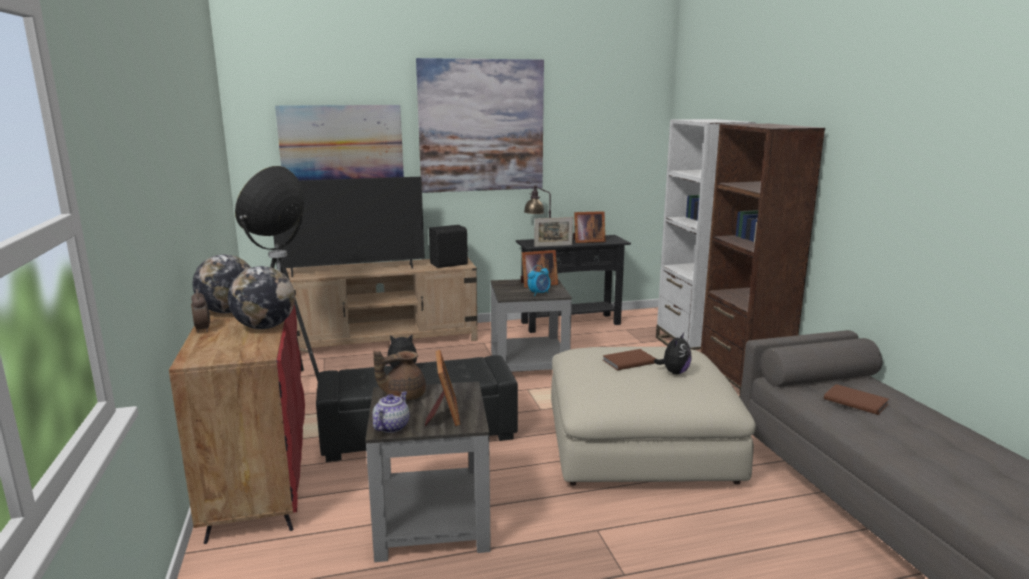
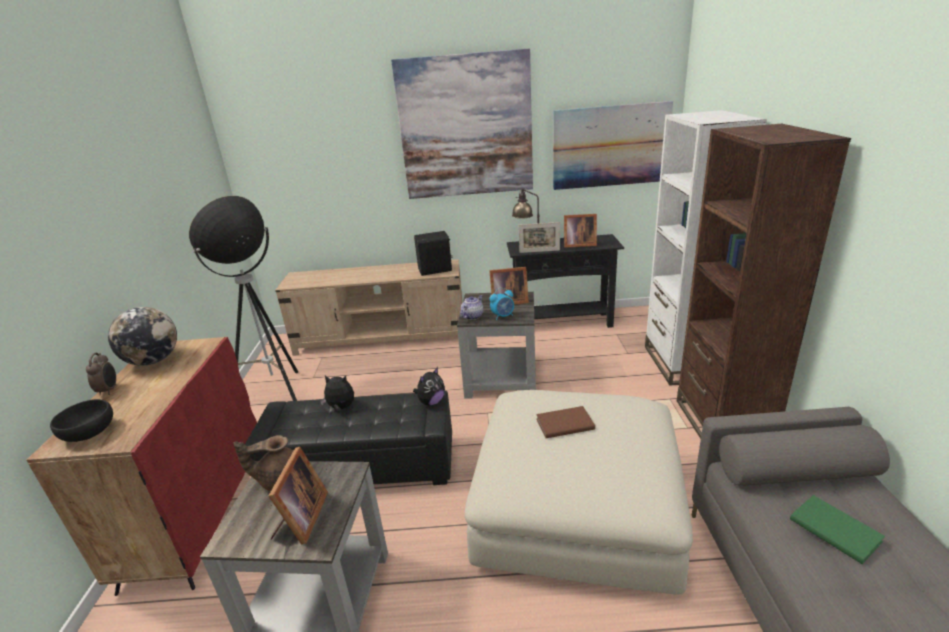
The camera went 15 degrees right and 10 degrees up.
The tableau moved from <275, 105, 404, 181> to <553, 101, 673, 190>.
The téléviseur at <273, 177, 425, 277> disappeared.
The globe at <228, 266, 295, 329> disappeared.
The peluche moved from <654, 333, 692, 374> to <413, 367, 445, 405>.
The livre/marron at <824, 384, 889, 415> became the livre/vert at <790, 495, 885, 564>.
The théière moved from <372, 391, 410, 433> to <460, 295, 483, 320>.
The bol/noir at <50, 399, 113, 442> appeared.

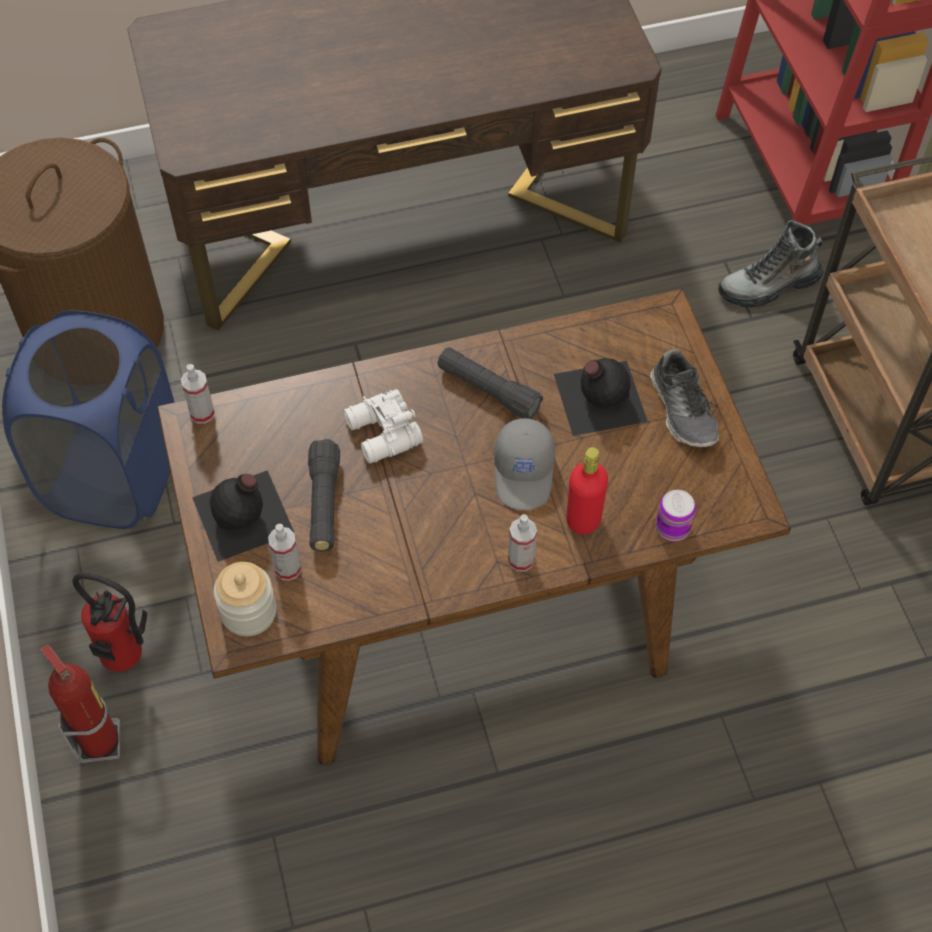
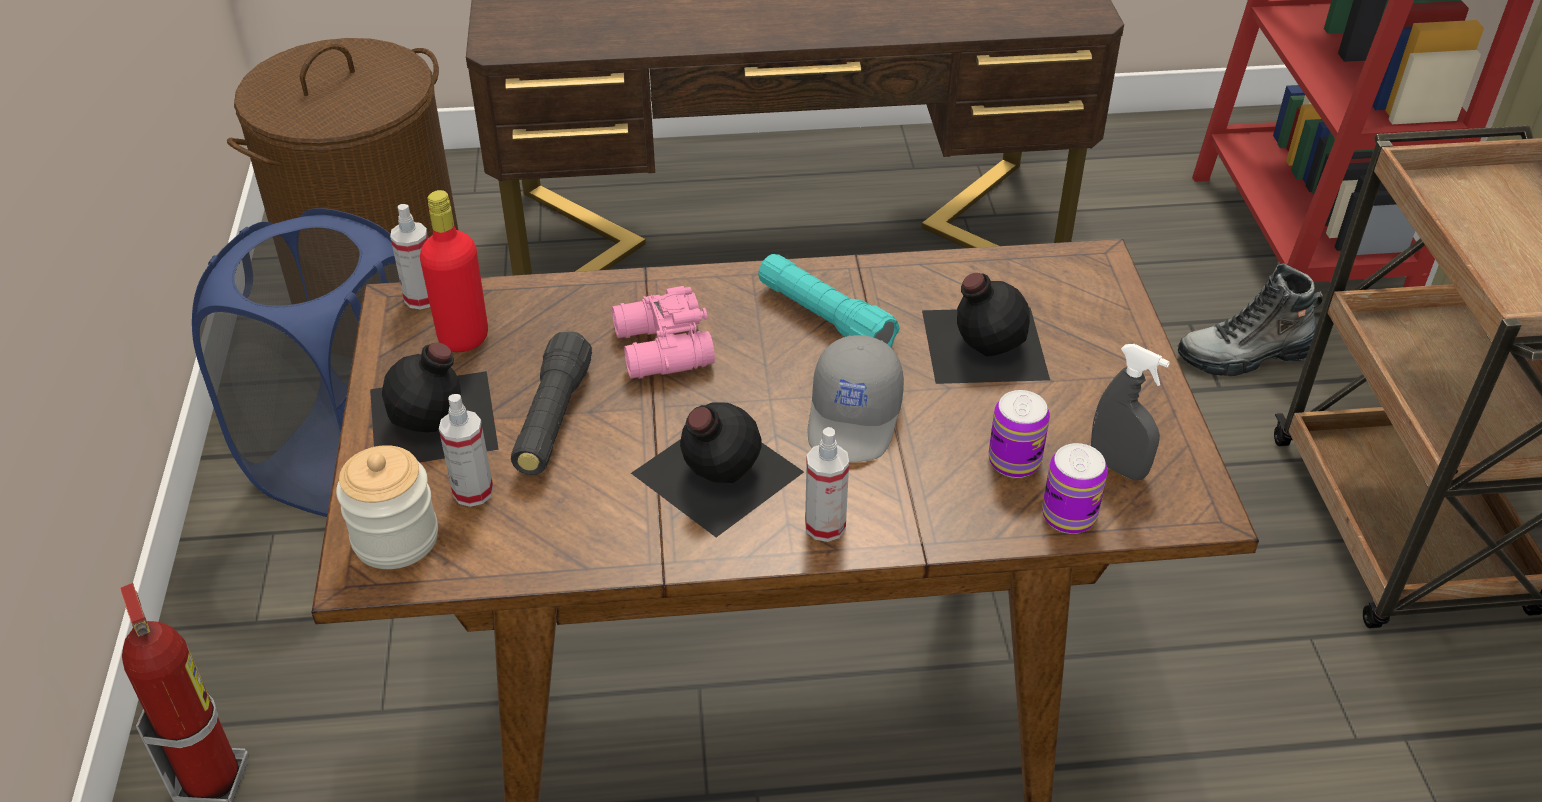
The camera went 10 degrees right and 15 degrees down.
The lampe de poche/noir at <438, 348, 543, 419> became the lampe de poche/turquoise at <758, 254, 900, 347>.
The chaussure at <650, 349, 719, 447> disappeared.
The jumelles/blanc at <343, 389, 423, 464> became the jumelles/rose at <612, 286, 715, 379>.
The bouteille/rouge moved from <566, 447, 608, 534> to <420, 190, 488, 352>.
The extincteur at <72, 573, 147, 672> disappeared.
The vaporisateur/gris at <1091, 344, 1170, 480> appeared.
The boîte métallique at <989, 390, 1050, 478> appeared.
The bouteille/noir at <631, 403, 804, 537> appeared.

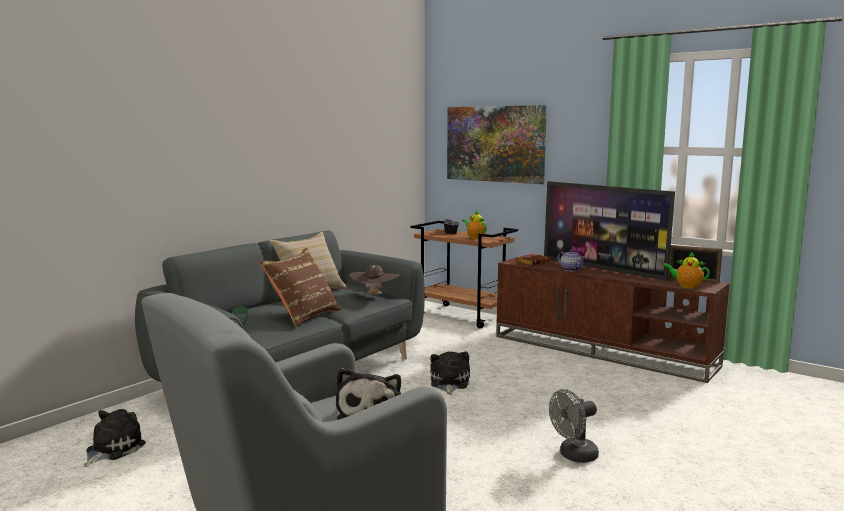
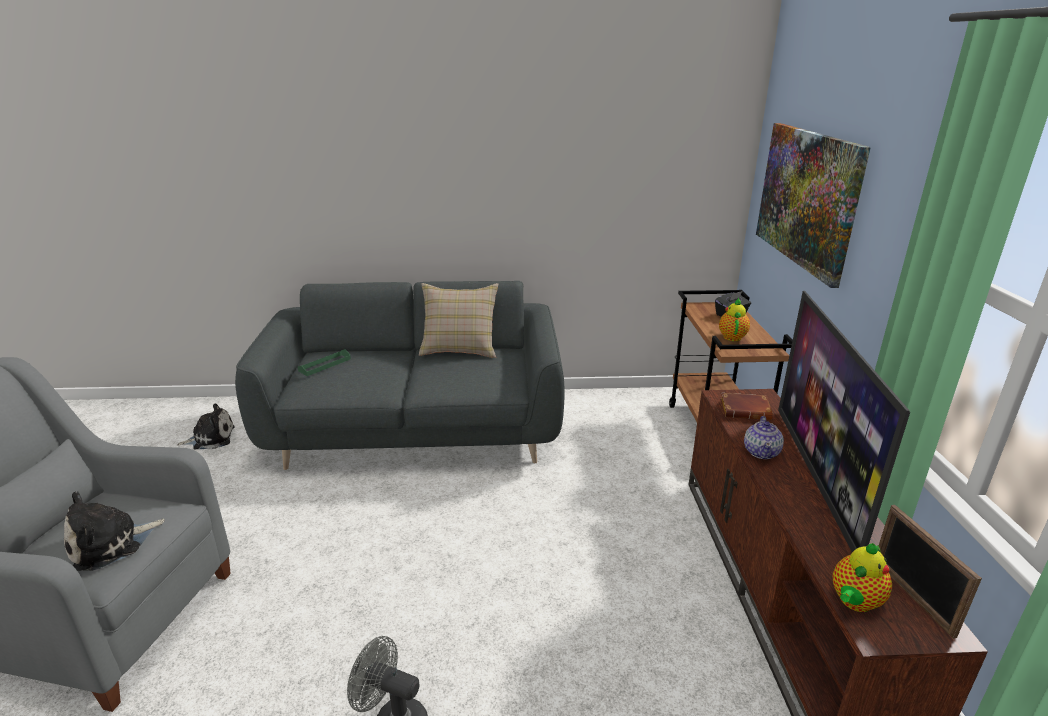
The camera went 50 degrees right and 15 degrees up.
The coussin/marron at <259, 248, 341, 327> disappeared.
The théière at <663, 252, 710, 289> turned 120 degrees counterclockwise.
The chapeau/marron at <350, 265, 400, 294> disappeared.
The peluche at <430, 352, 470, 395> disappeared.

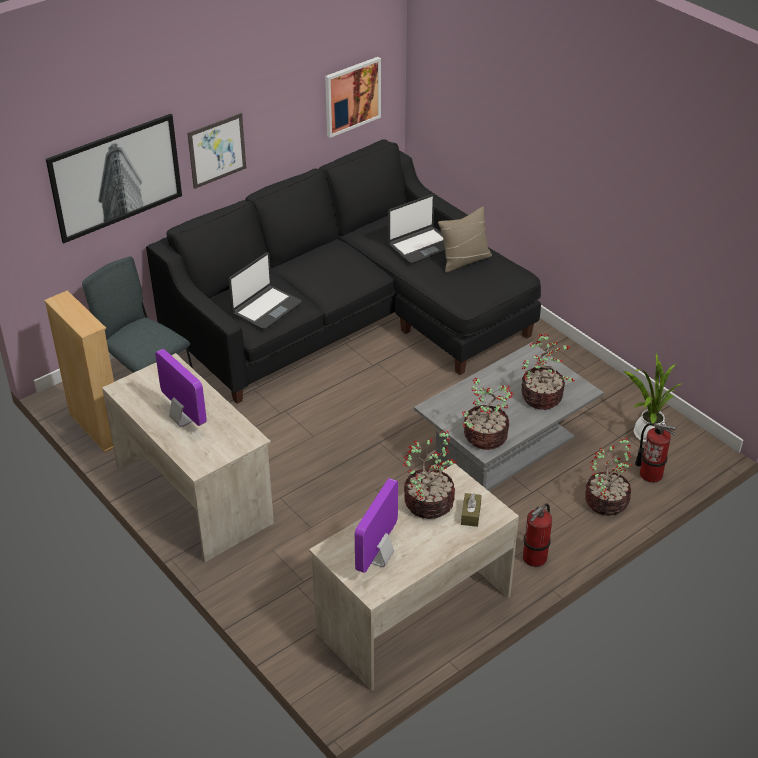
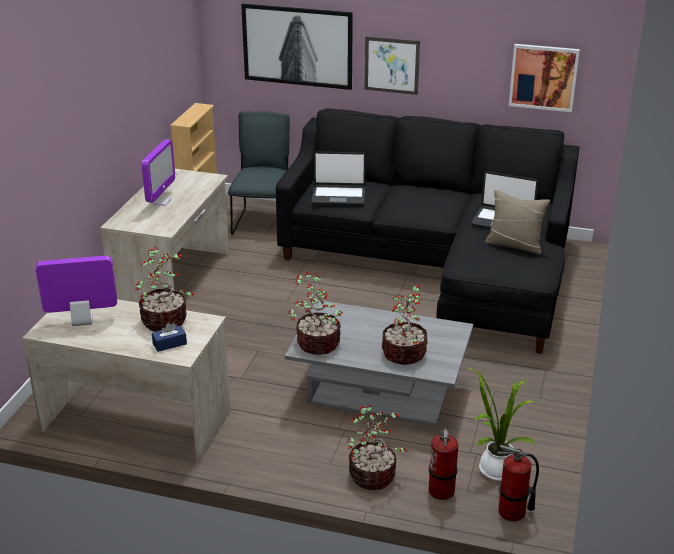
The camera went 55 degrees right and 10 degrees down.
The boîte à mouchoirs/marron at <461, 493, 482, 527> became the boîte à mouchoirs/bleu at <152, 323, 187, 352>.
The extincteur moved from <523, 504, 552, 567> to <498, 444, 539, 521>.

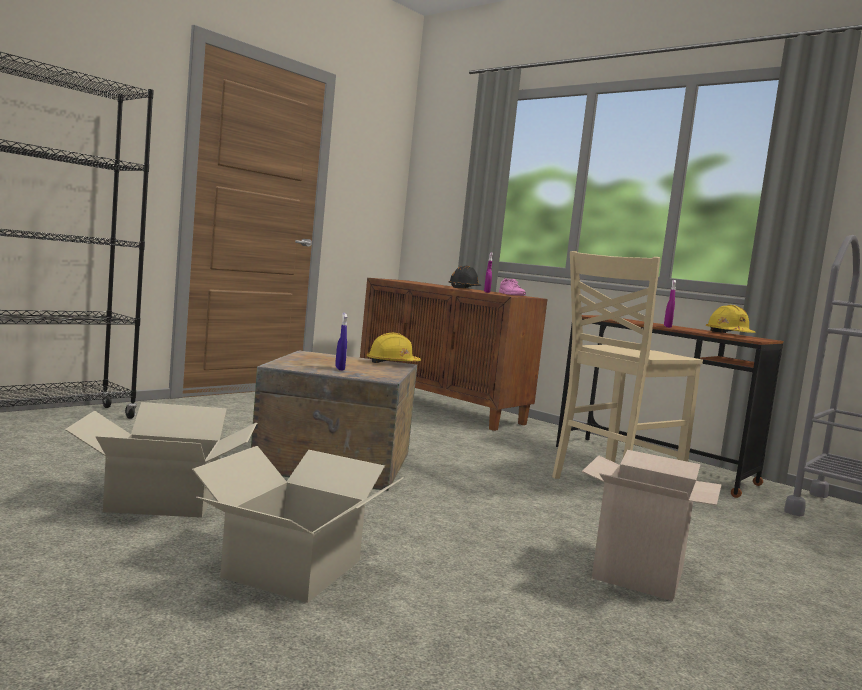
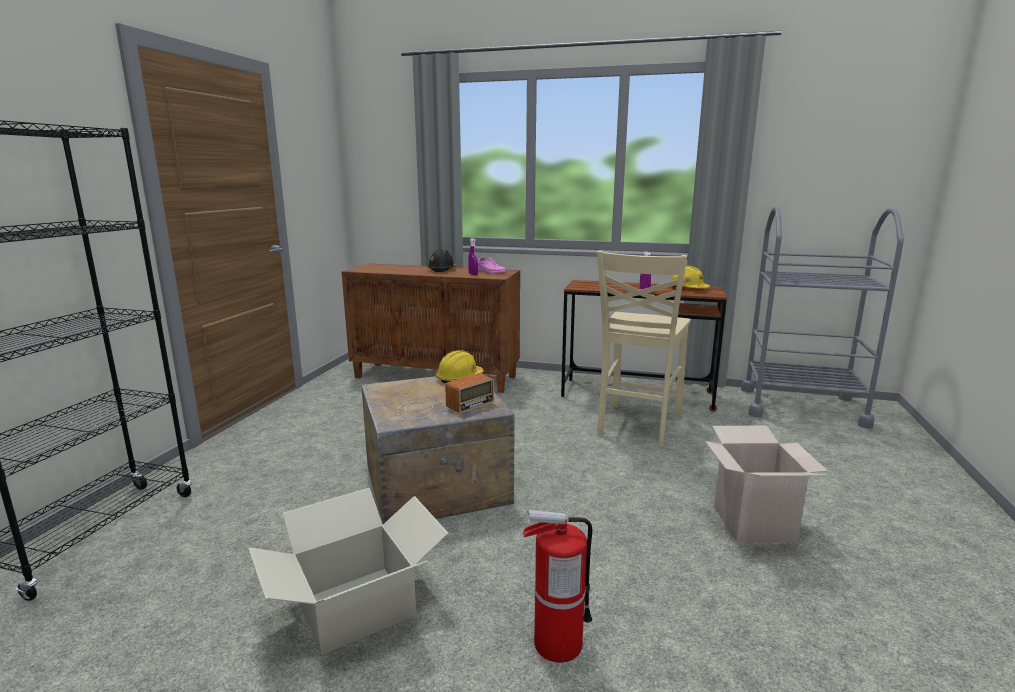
The camera went 25 degrees left and 10 degrees up.
The vaporisateur/bleu at <335, 313, 347, 371> was replaced by the radio at <397, 373, 494, 419>.
The carton at <192, 446, 404, 603> was replaced by the extincteur at <523, 510, 592, 663>.

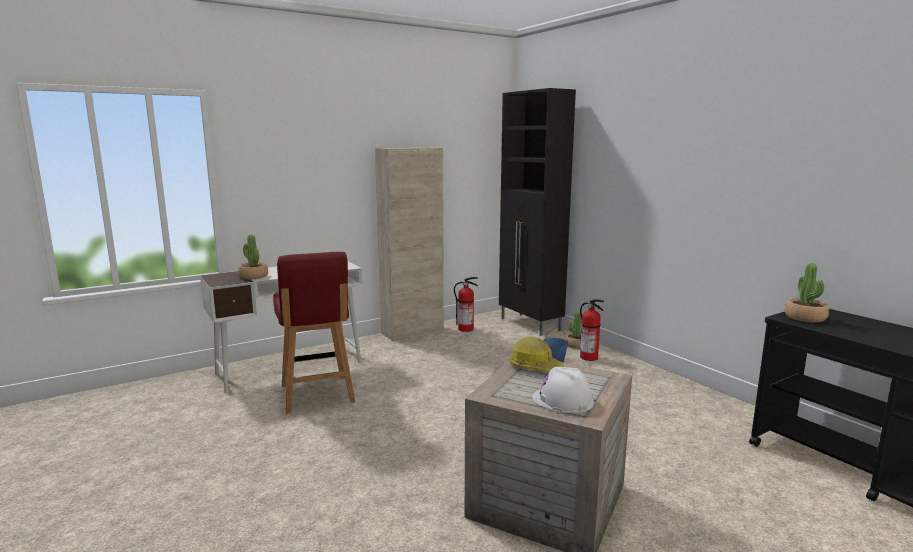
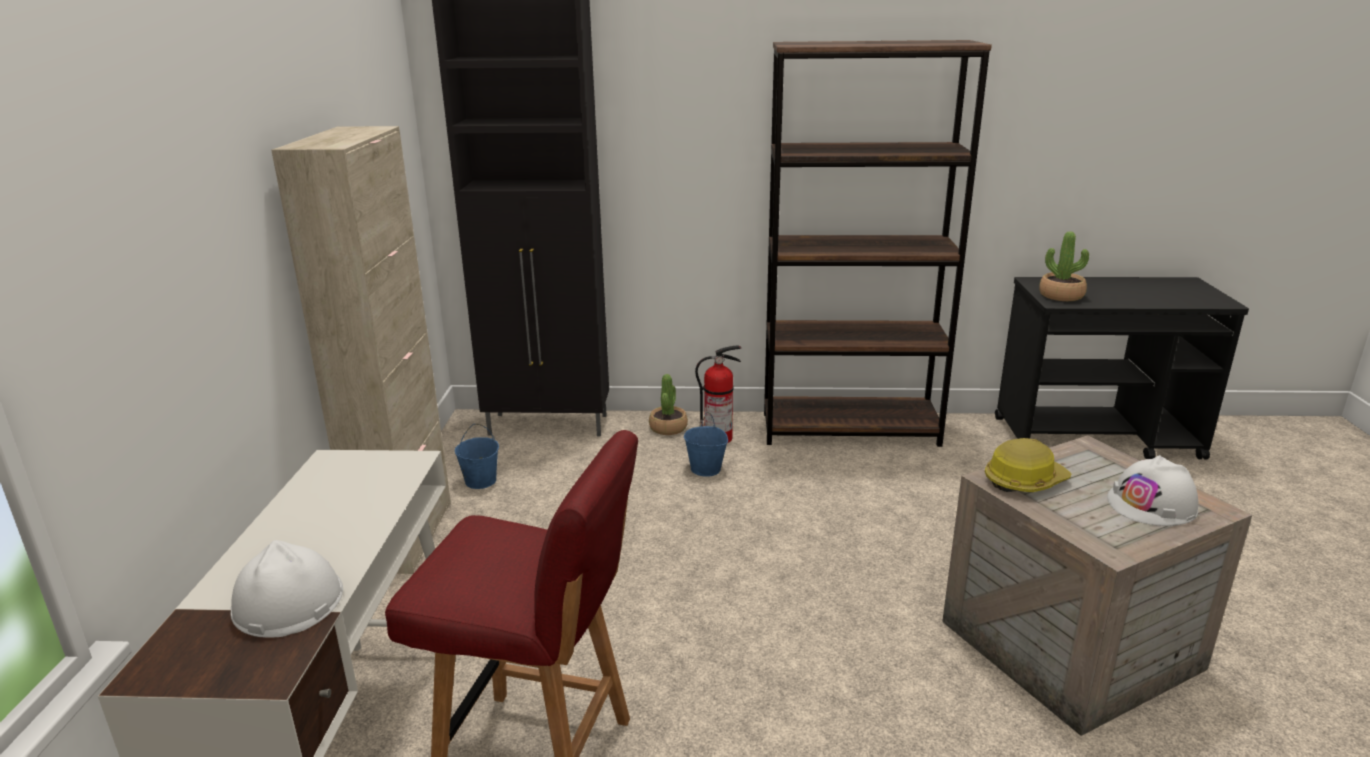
The camera went 55 degrees left and 10 degrees up.
The plante en pot at <238, 234, 268, 279> was replaced by the casque de chantier/blanc at <231, 540, 343, 638>.
The extincteur at <454, 277, 478, 332> was replaced by the seau/bleu at <455, 424, 499, 489>.
The bibliothèque/marron at <764, 40, 992, 447> appeared.

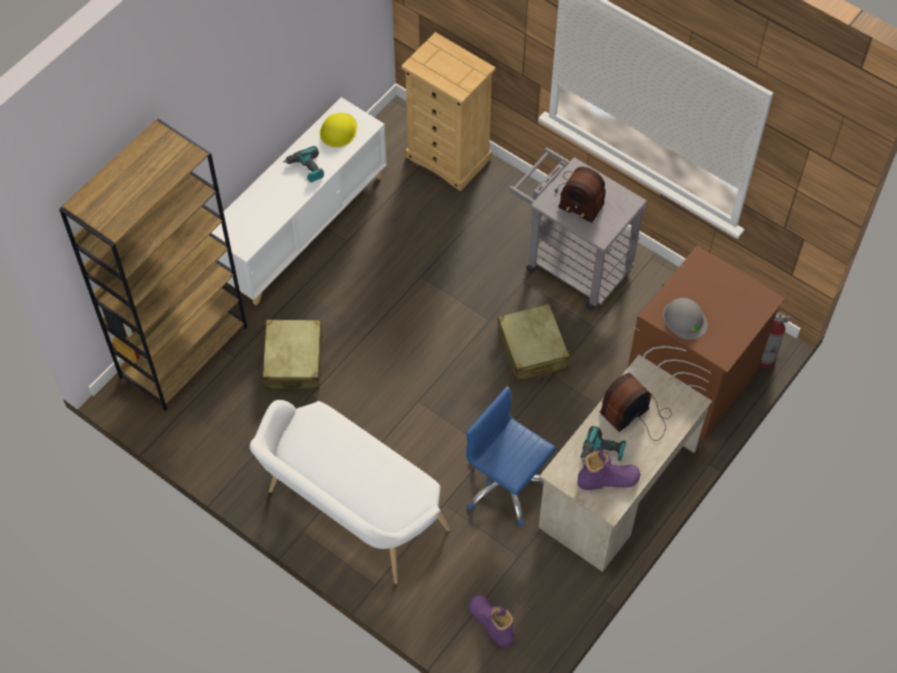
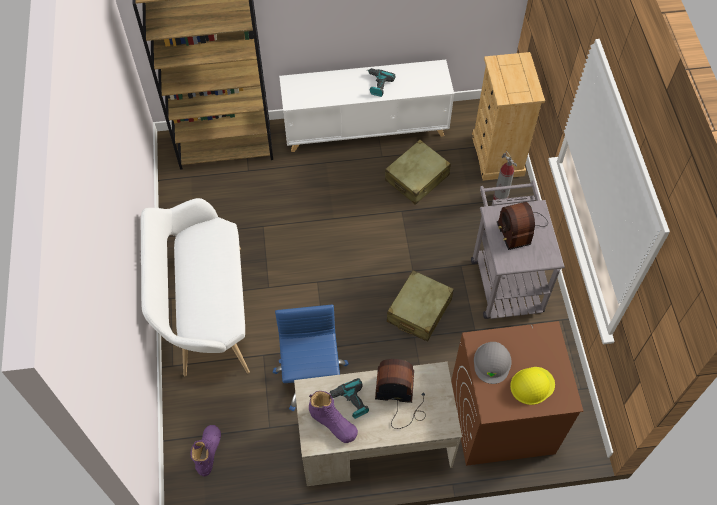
The camera went 45 degrees right and 0 degrees up.
The casque de chantier/jaune moved from <320, 113, 357, 147> to <510, 367, 555, 405>.
The extincteur moved from <760, 312, 792, 367> to <494, 151, 517, 200>.
The valise/beige moved from <263, 320, 322, 390> to <385, 140, 451, 205>.

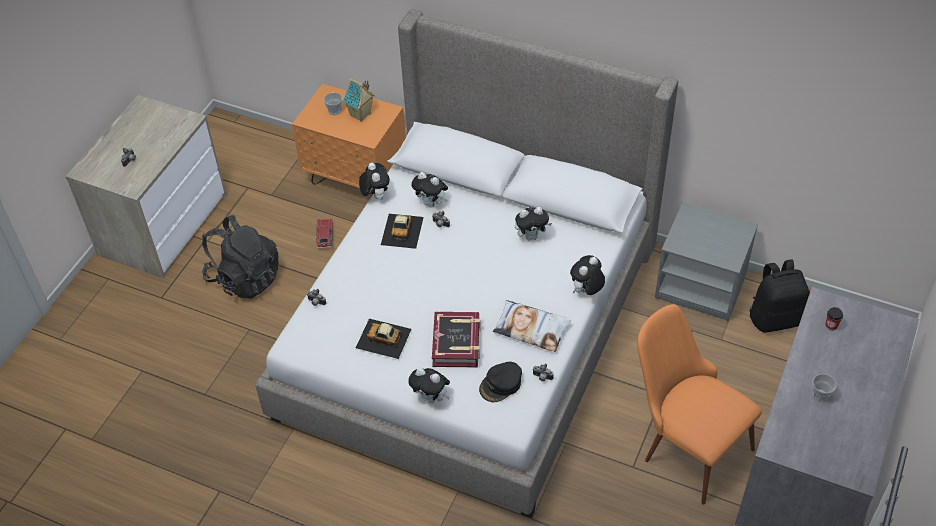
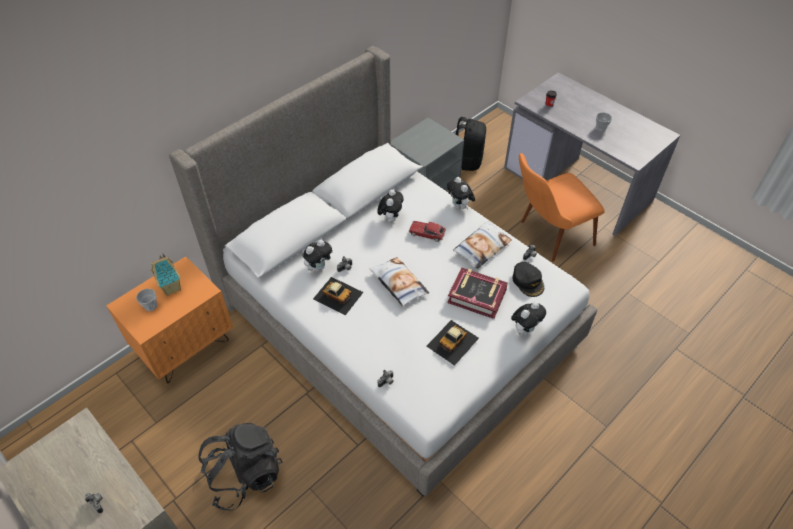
The camera went 70 degrees left and 0 degrees up.
The peluche at <359, 163, 390, 200> disappeared.
The petite voiture moved from <316, 218, 333, 248> to <409, 221, 446, 242>.
The coussin at <369, 257, 429, 306> appeared.

